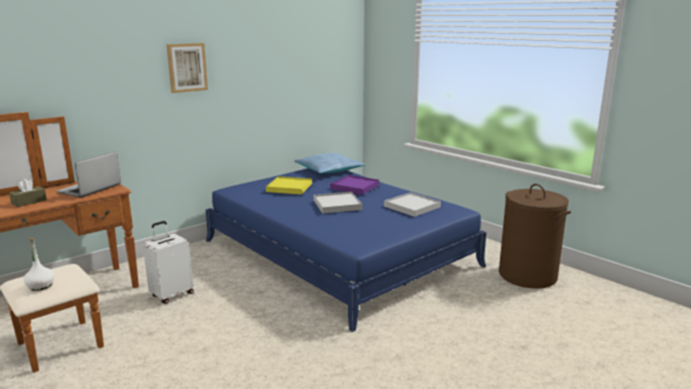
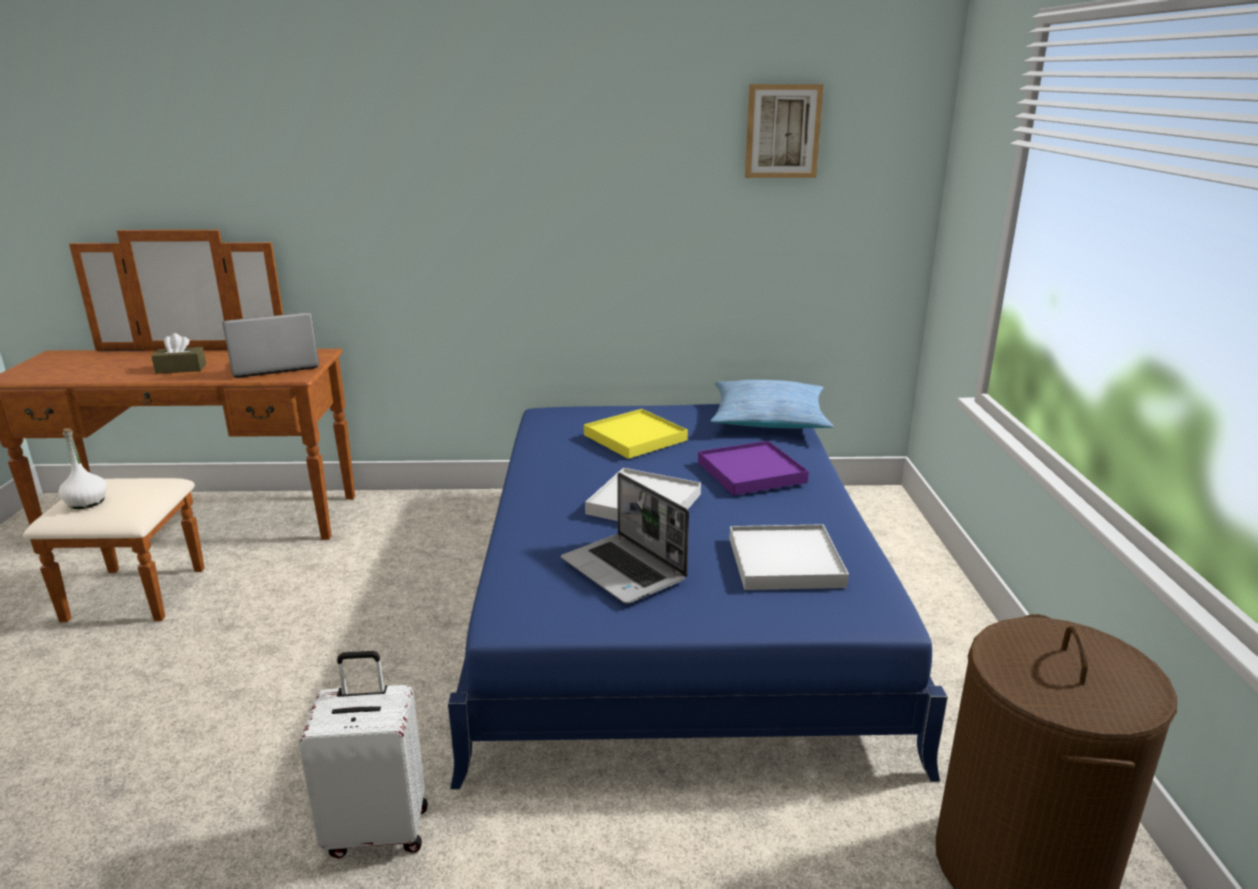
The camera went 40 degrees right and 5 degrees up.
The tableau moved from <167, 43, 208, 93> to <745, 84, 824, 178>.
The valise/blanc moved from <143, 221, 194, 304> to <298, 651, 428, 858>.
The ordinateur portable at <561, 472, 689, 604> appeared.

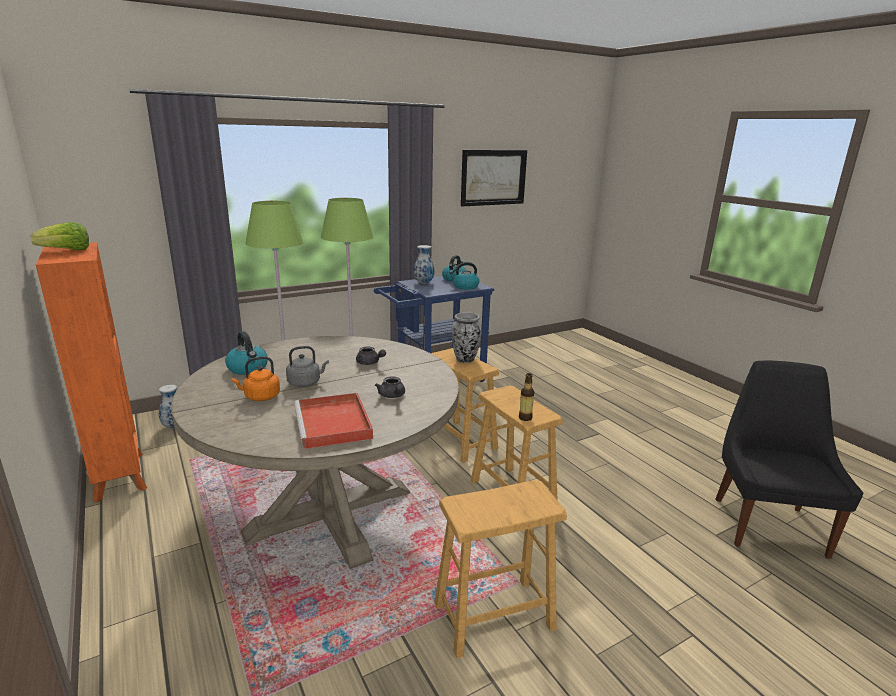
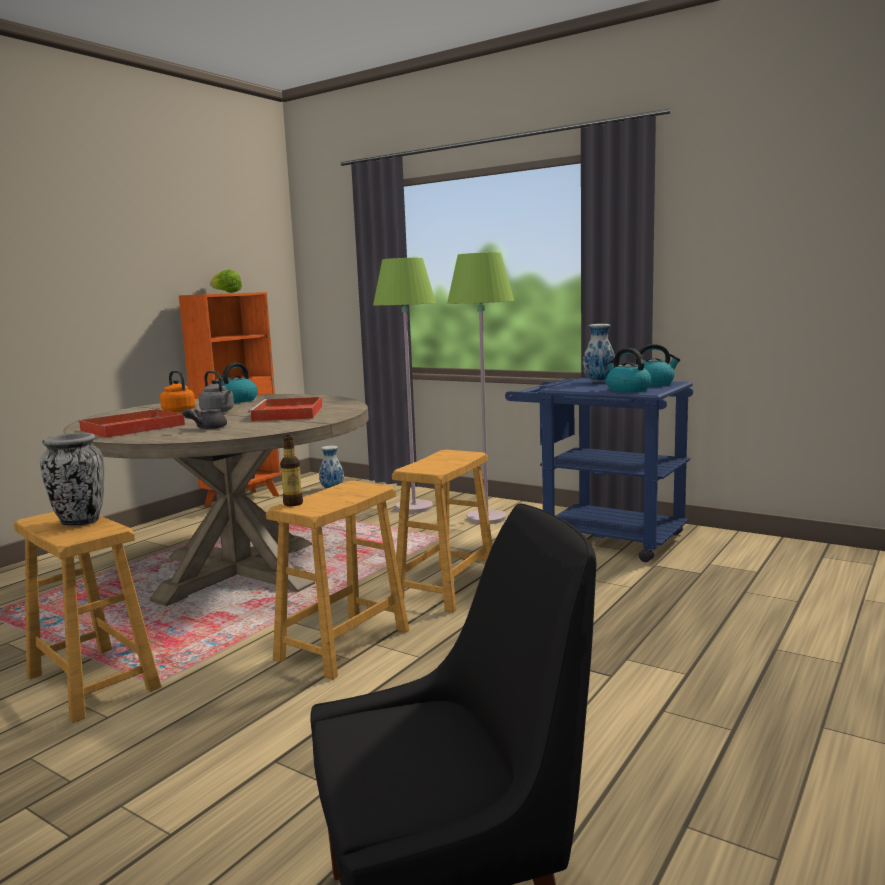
The camera went 65 degrees right and 10 degrees down.
The tableau at <461, 150, 527, 206> disappeared.
The vase moved from <451, 312, 482, 363> to <40, 433, 104, 527>.
The théière/gris at <356, 347, 386, 365> was replaced by the plateau/rouge at <248, 397, 322, 421>.

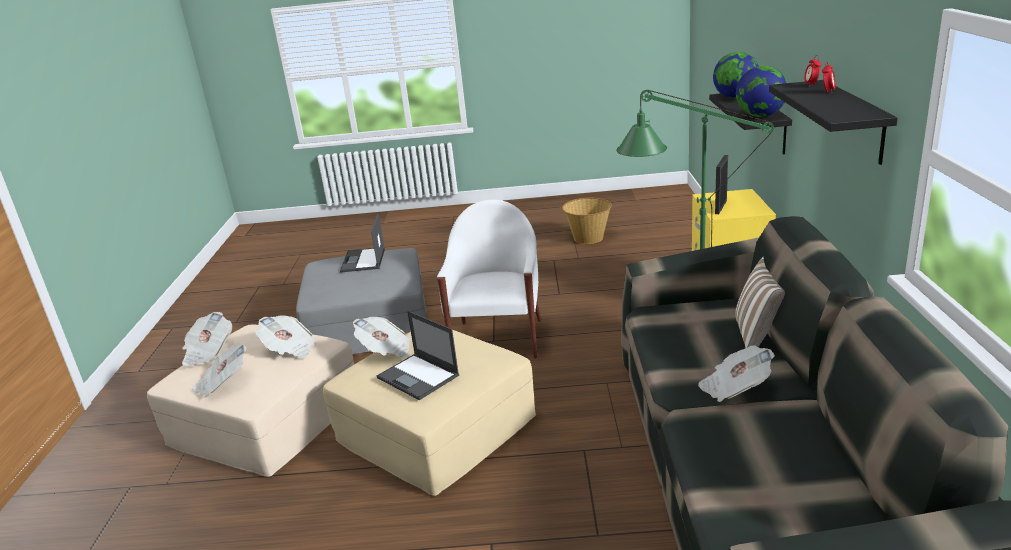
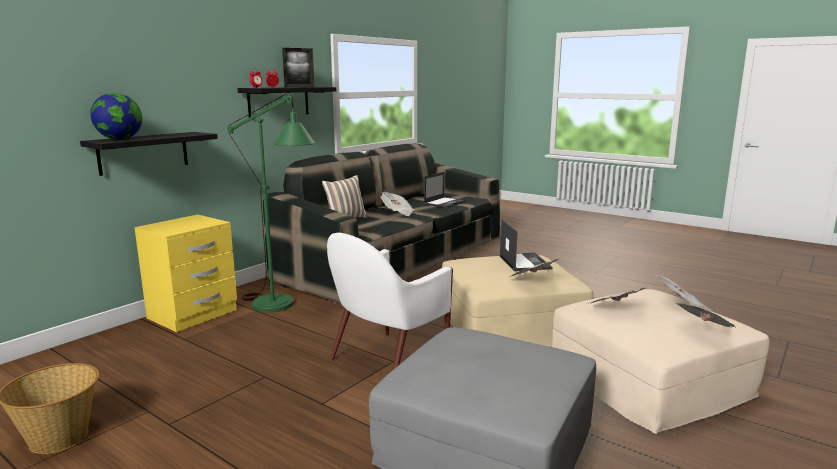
The camera went 145 degrees left and 10 degrees down.
The globe at <736, 66, 787, 117> disappeared.
The cadre photo moved from <715, 155, 728, 214> to <282, 48, 314, 87>.
The ordinateur portable moved from <340, 214, 385, 273> to <424, 172, 466, 208>.

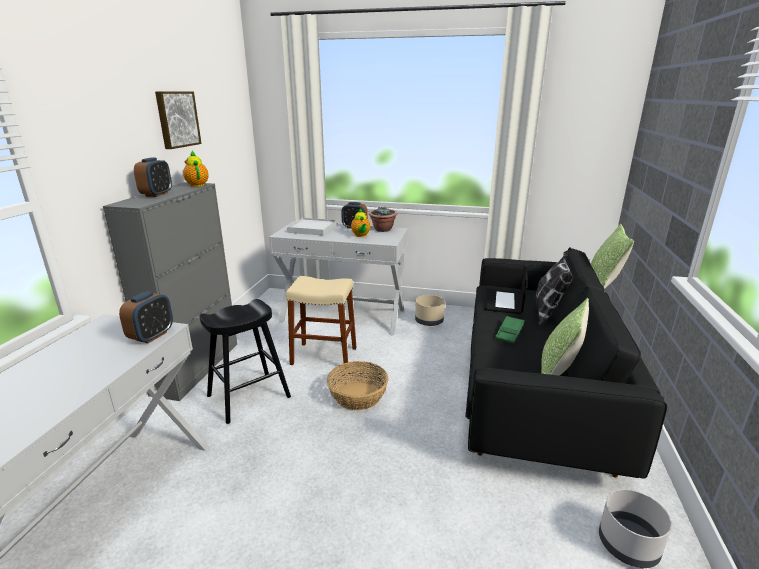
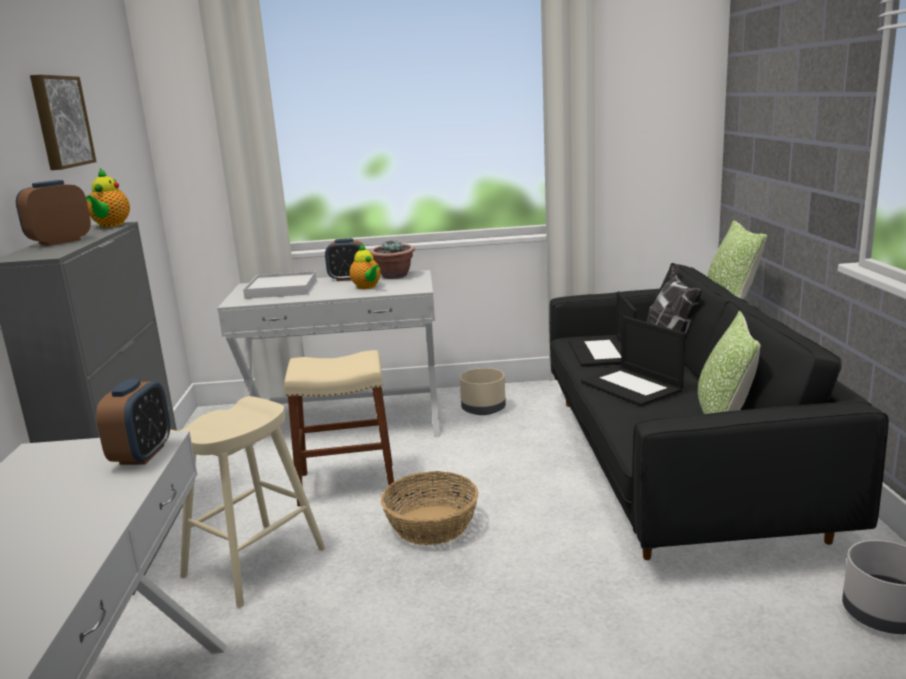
The camera went 15 degrees left and 5 degrees down.
The théière at <183, 151, 209, 187> turned 135 degrees counterclockwise.
The réveil at <134, 158, 172, 197> turned 135 degrees counterclockwise.
The tabouret/noir at <199, 299, 291, 424> became the tabouret/beige at <170, 396, 326, 608>.
The plateau/vert at <495, 316, 525, 344> was replaced by the ordinateur portable at <581, 316, 685, 407>.

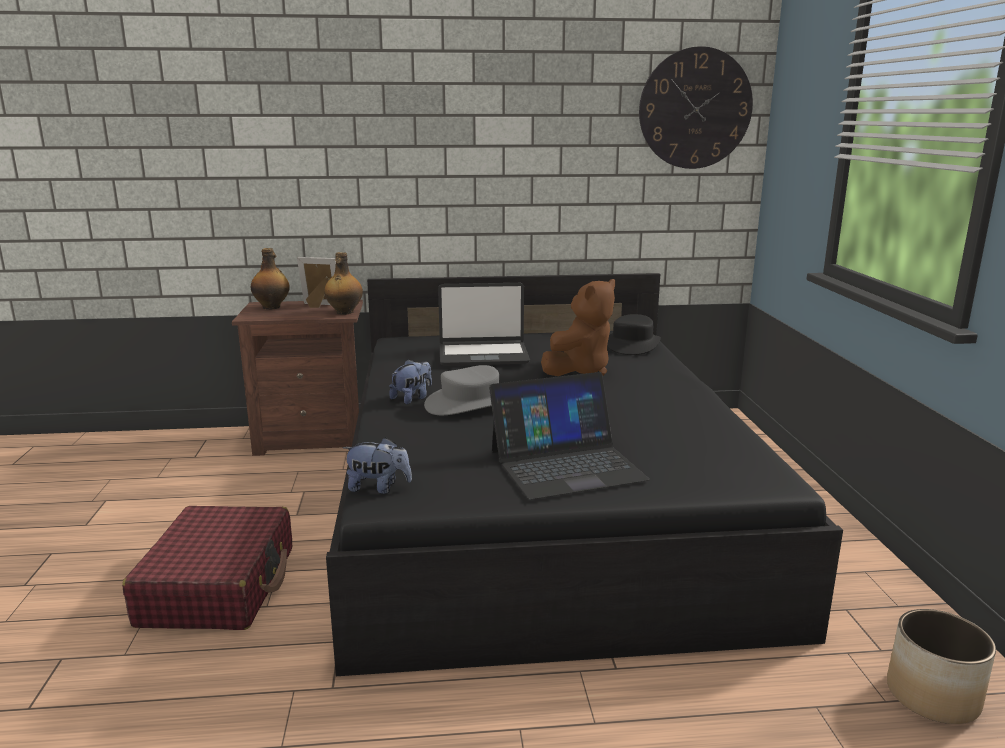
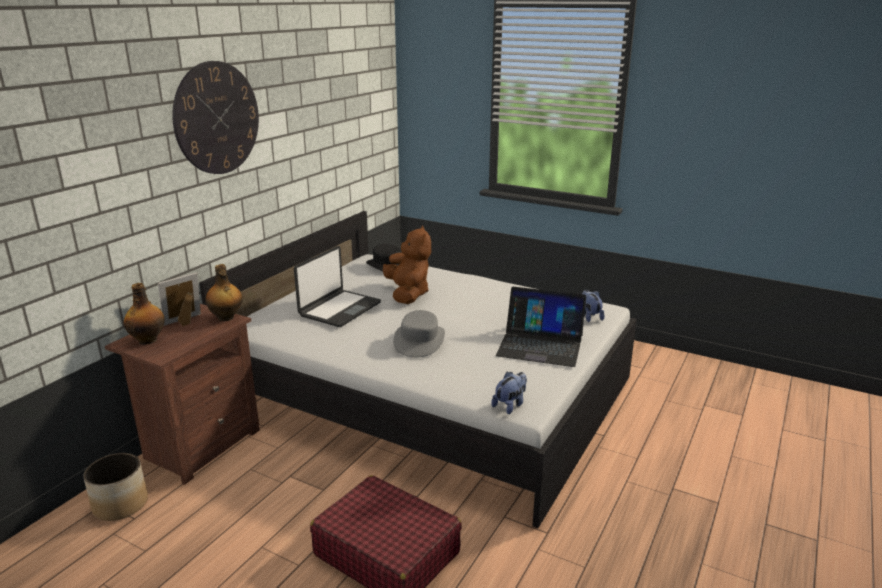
The camera went 55 degrees left and 5 degrees up.
The horloge murale moved from <639, 46, 753, 169> to <172, 61, 259, 174>.
The lit/noir at <326, 273, 843, 676> became the lit/blanc at <199, 211, 637, 528>.
The peluche moved from <389, 359, 432, 404> to <582, 290, 605, 322>.
The ordinateur portable at <489, 372, 650, 500> turned 90 degrees clockwise.
The cache-pot moved from <887, 609, 996, 724> to <83, 453, 148, 521>.

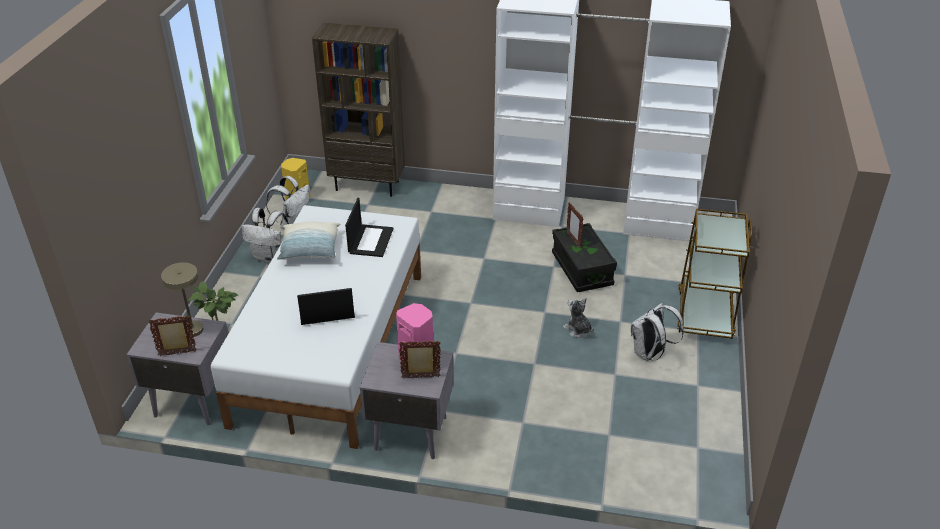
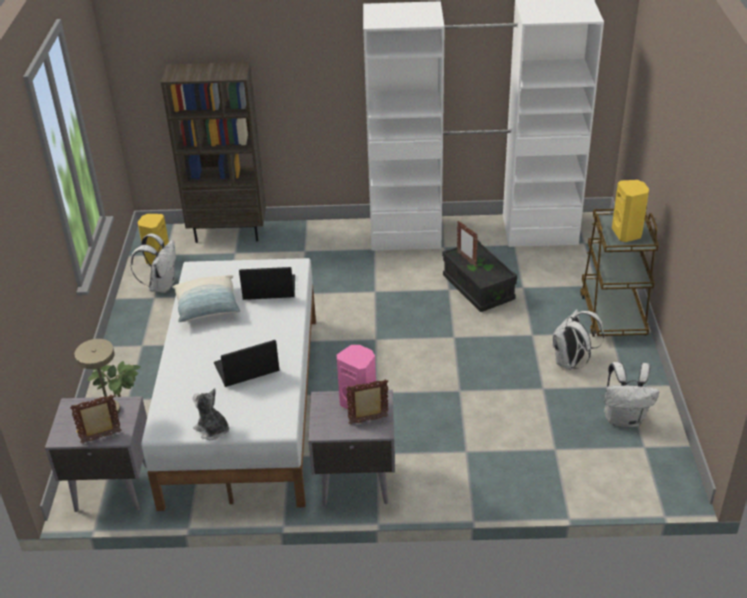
The camera went 10 degrees left and 0 degrees up.
The ordinateur portable at <345, 198, 394, 257> turned 90 degrees counterclockwise.
The sac à dos/blanc moved from <242, 208, 289, 263> to <604, 362, 659, 427>.
The peluche moved from <563, 298, 594, 338> to <193, 388, 229, 440>.
The enceinte/jaune at <612, 180, 649, 242> appeared.

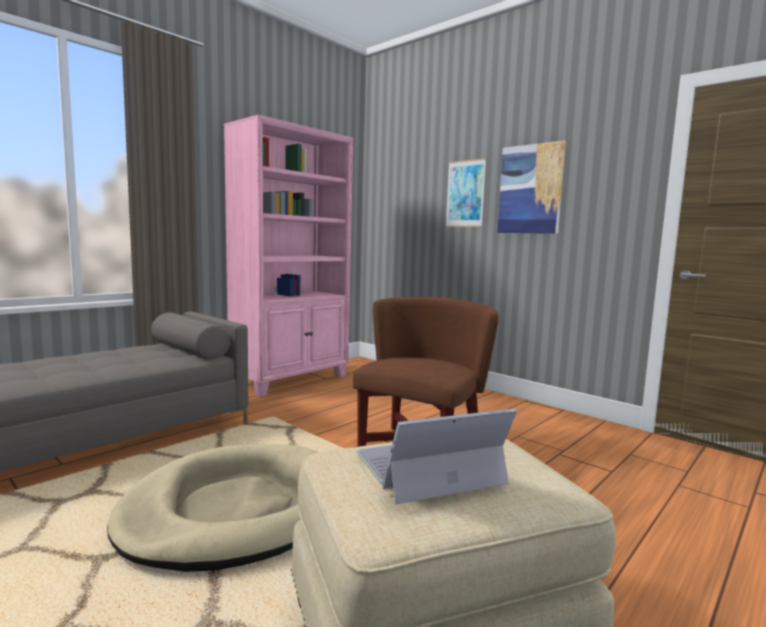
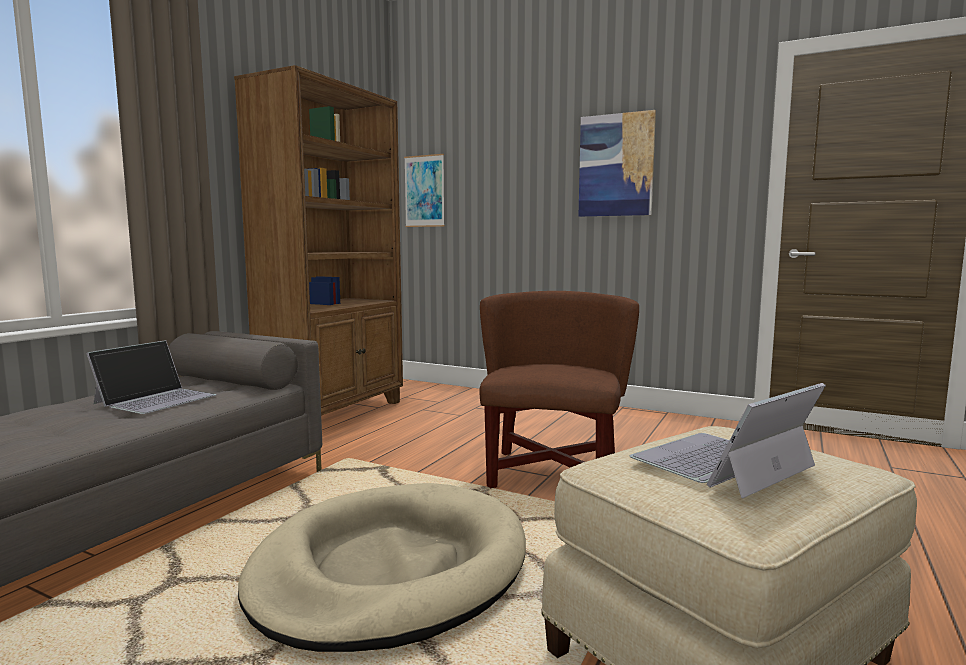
The camera went 15 degrees left and 0 degrees up.
The bibliothèque/rose at <224, 115, 353, 397> became the bibliothèque/marron at <234, 65, 403, 416>.
The tableau moved from <446, 158, 486, 227> to <404, 154, 445, 227>.
The ordinateur portable at <86, 340, 216, 414> appeared.

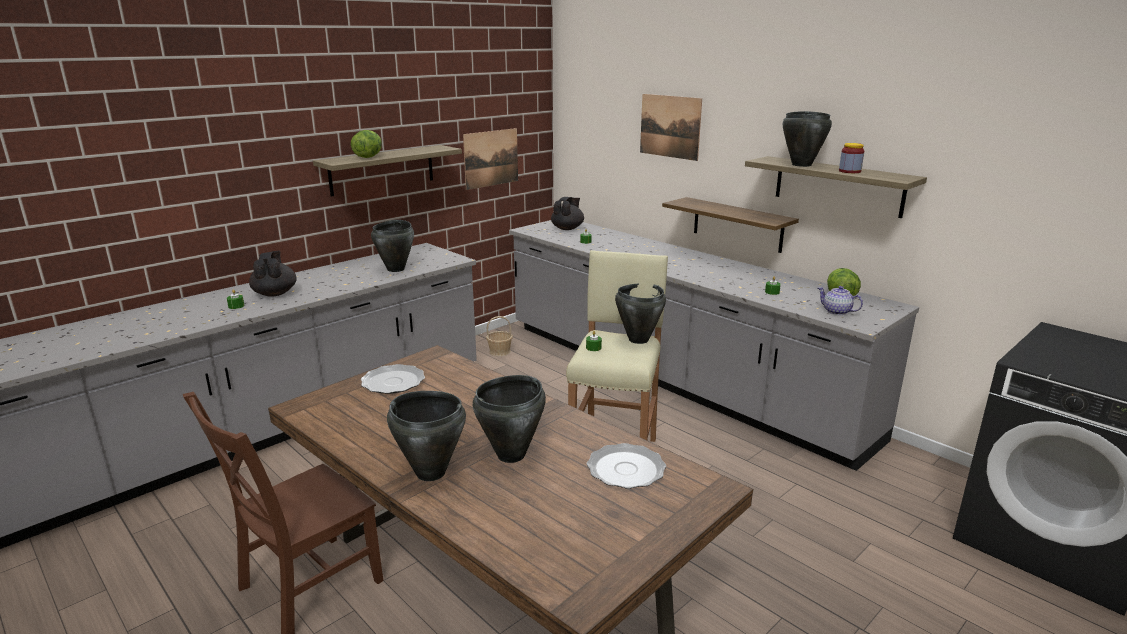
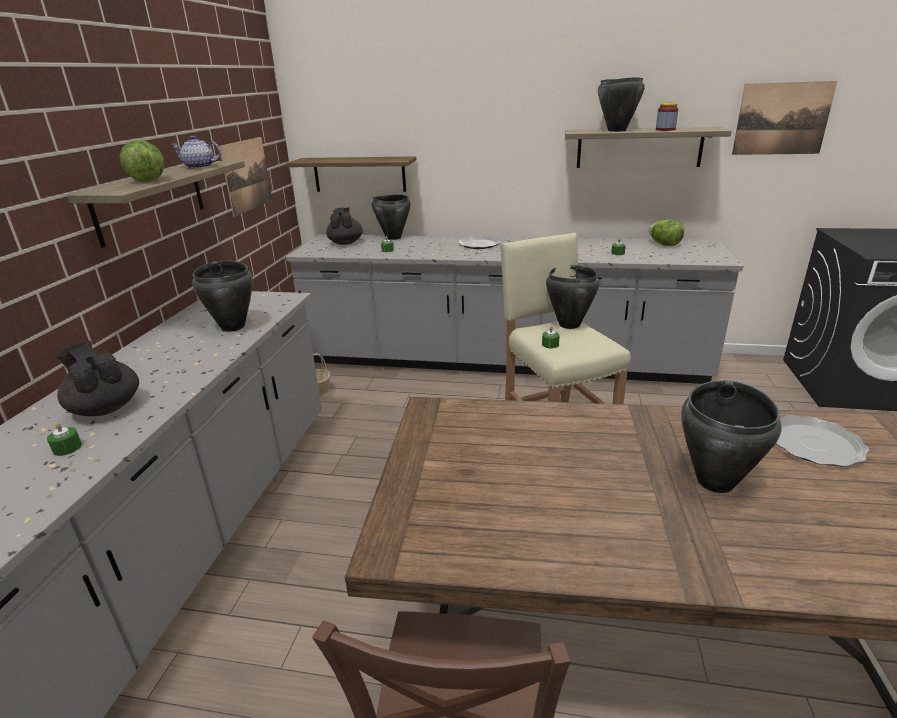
The camera went 35 degrees left and 5 degrees up.
The tableau moved from <640, 94, 702, 161> to <732, 81, 837, 155>.
The étagère moved from <662, 197, 799, 253> to <286, 156, 417, 192>.
The théière moved from <818, 286, 863, 315> to <170, 136, 221, 169>.
The assiette moved from <361, 364, 425, 394> to <458, 236, 501, 249>.
The marmite/noir moved from <387, 391, 466, 481> to <372, 195, 410, 240>.

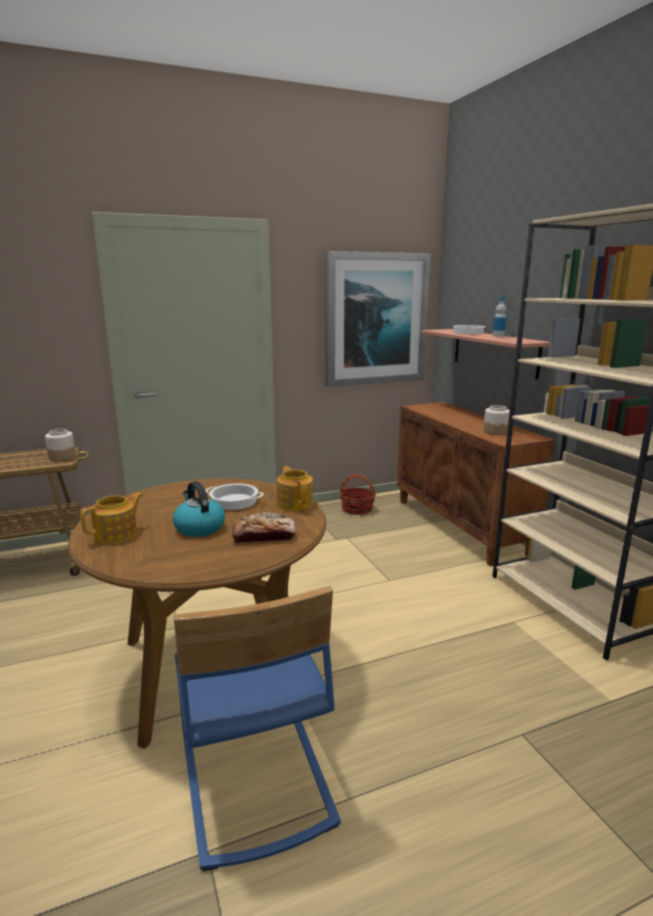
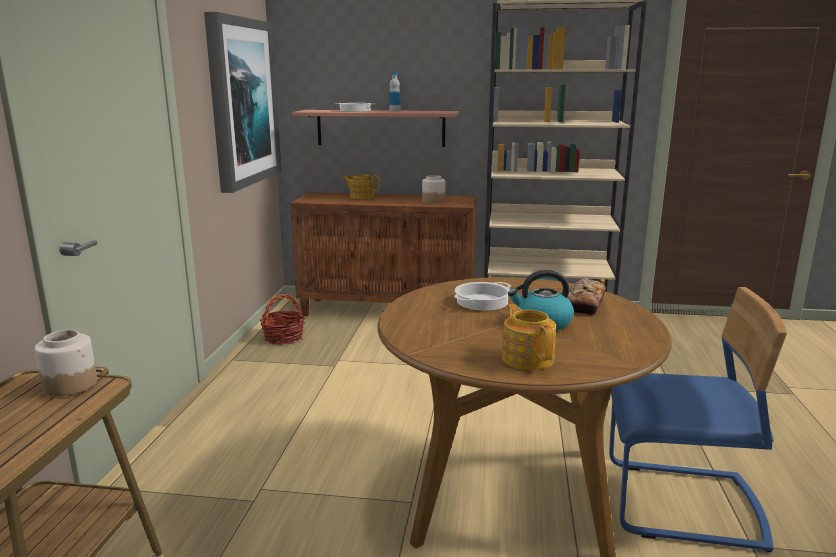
The camera went 60 degrees left and 0 degrees up.
The théière moved from <277, 466, 313, 511> to <342, 174, 380, 199>.

